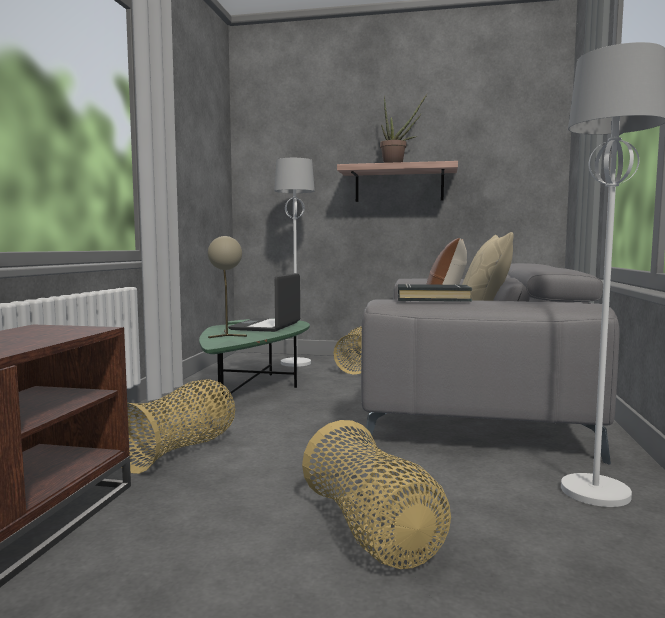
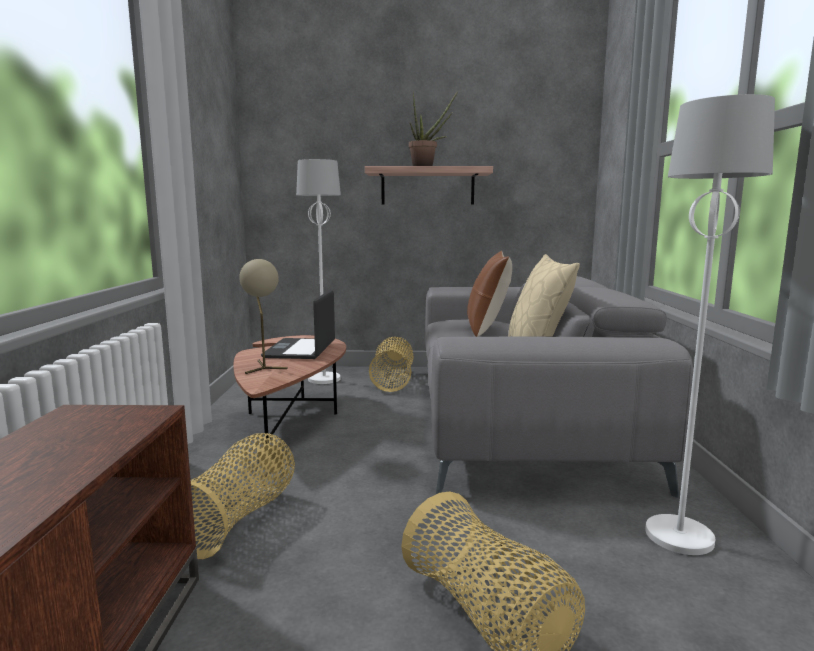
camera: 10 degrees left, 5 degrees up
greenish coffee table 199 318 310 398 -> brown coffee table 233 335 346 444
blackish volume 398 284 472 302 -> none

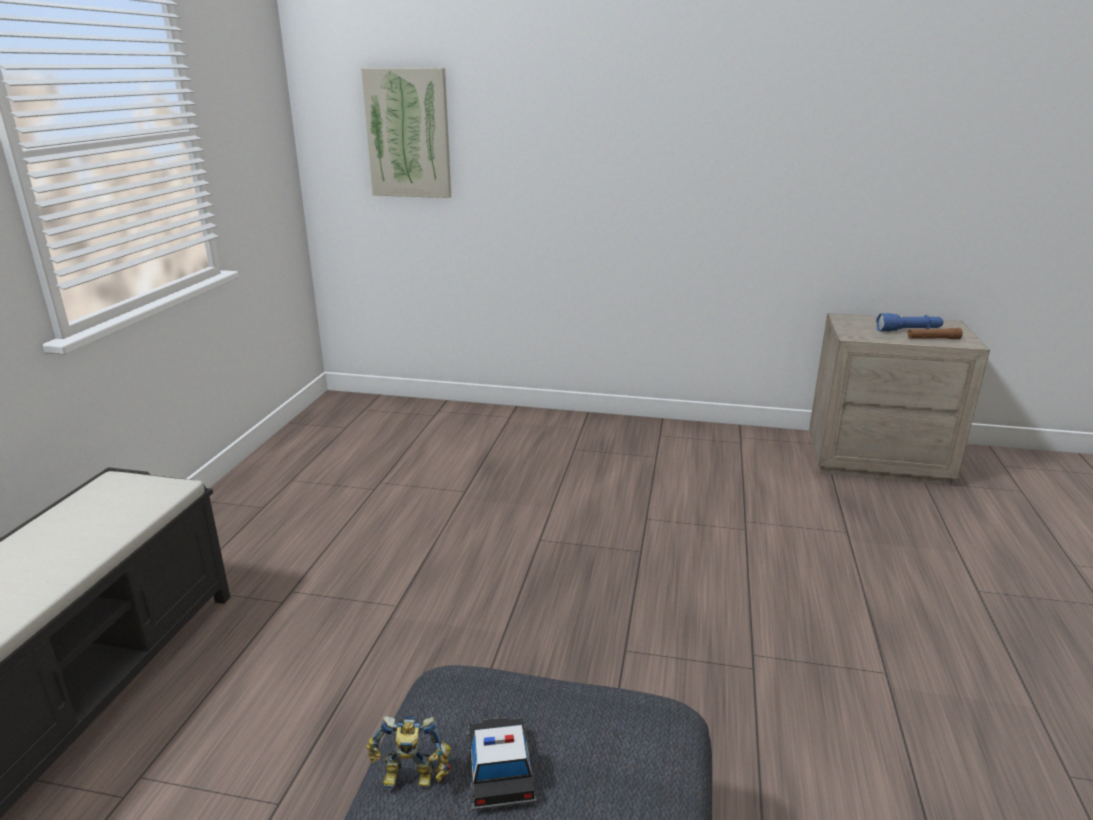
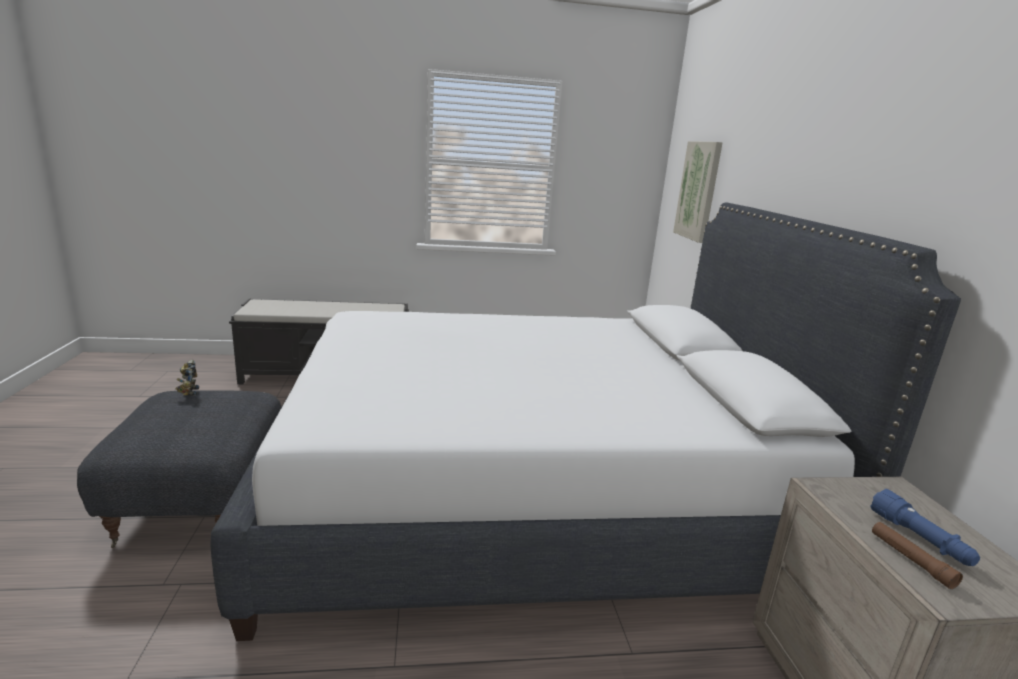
camera: 70 degrees right, 5 degrees down
none -> white-coloured bedroom bed 210 203 961 641
model car 468 717 537 810 -> none

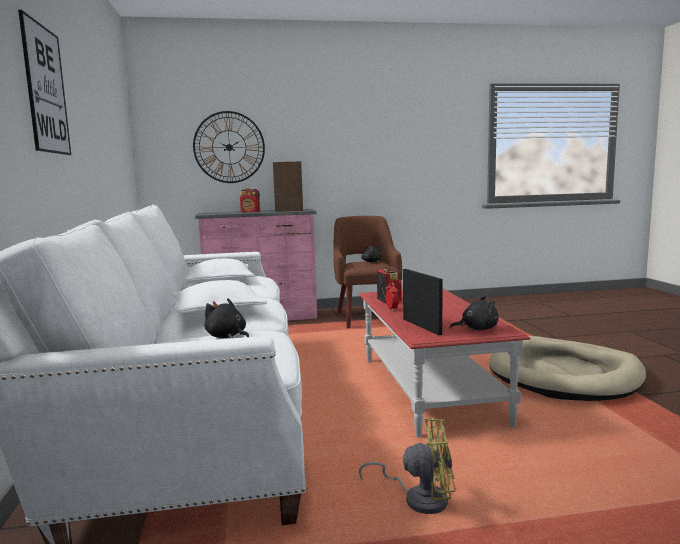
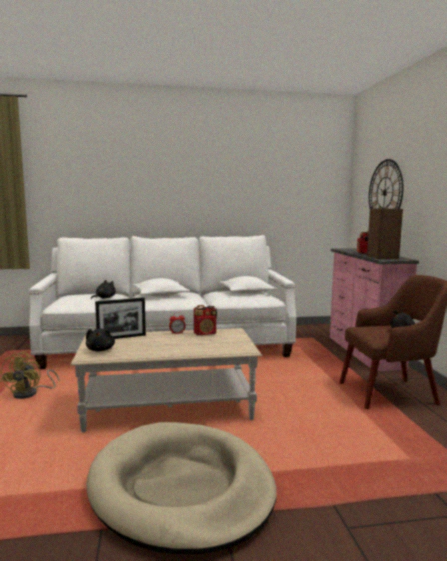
camera: 90 degrees right, 0 degrees up
reddish coffee table 359 289 530 437 -> beige-coloured coffee table 70 328 262 432
wall art 18 10 71 155 -> none

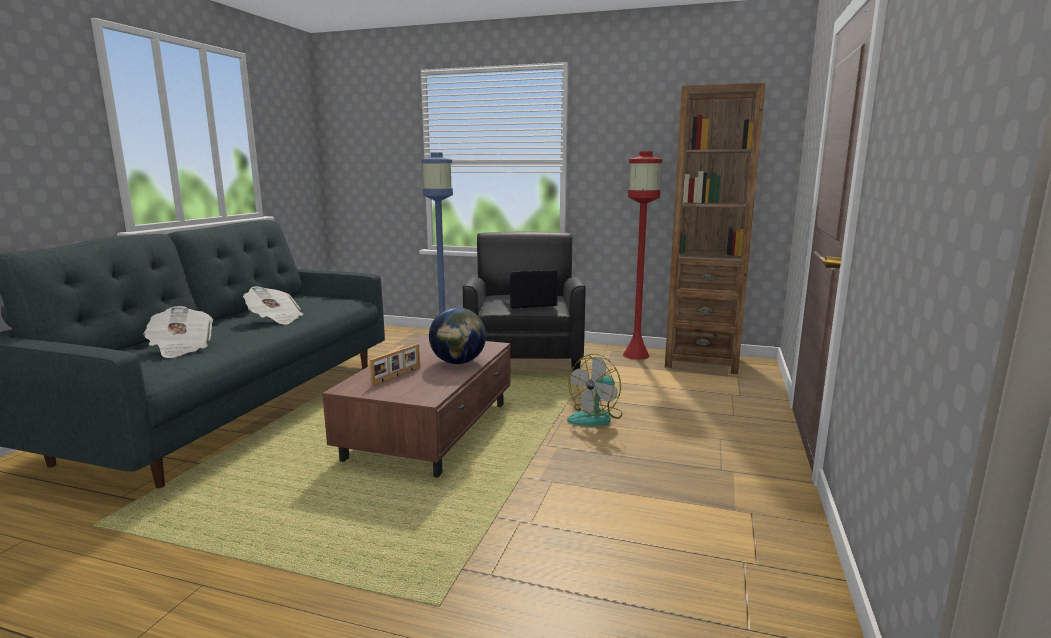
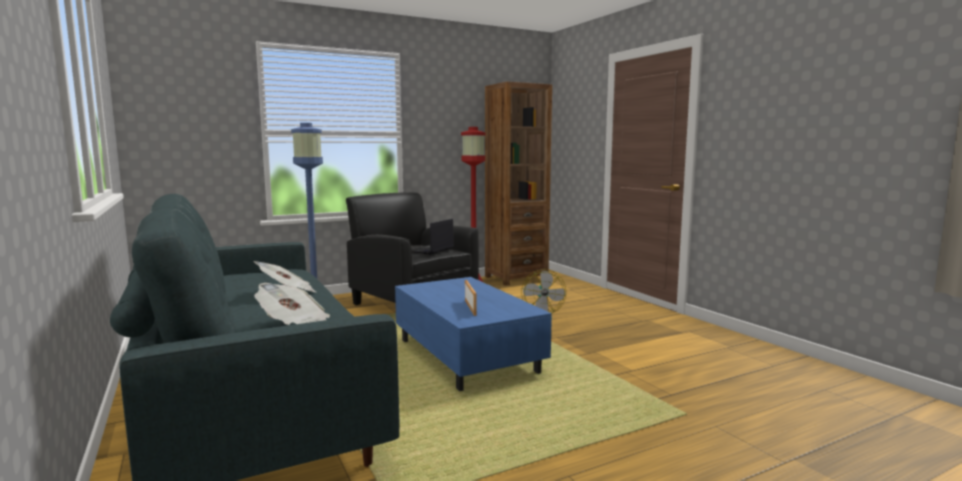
camera: 45 degrees left, 5 degrees down
brown coffee table 322 335 510 478 -> blue-coloured coffee table 395 277 552 391
globe 429 308 486 364 -> none

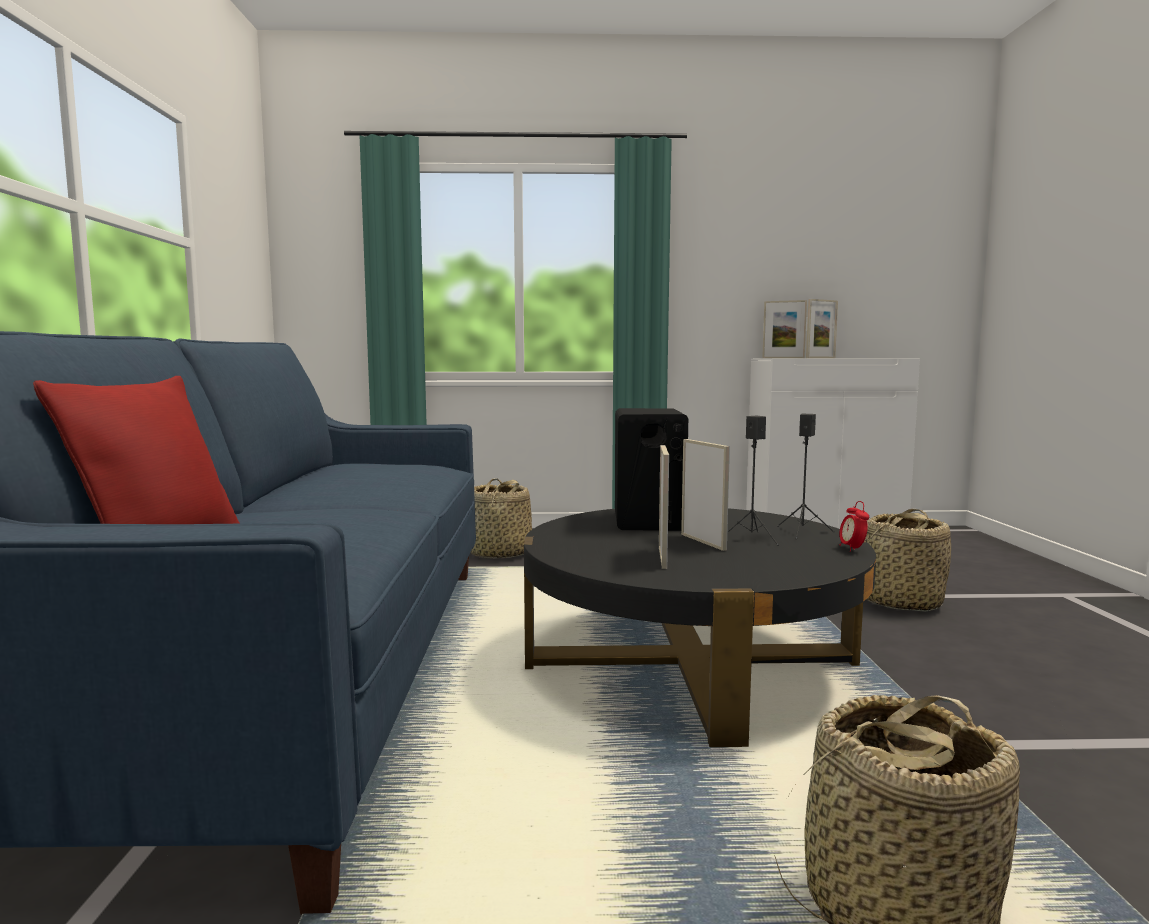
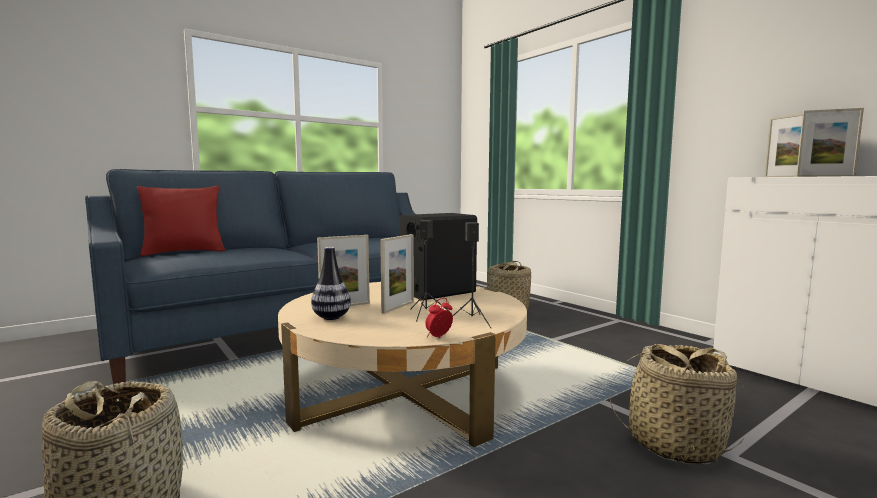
camera: 55 degrees right, 0 degrees up
blackish coffee table 524 508 876 747 -> beige-coloured coffee table 278 282 527 447
none -> flower vase 311 247 351 320

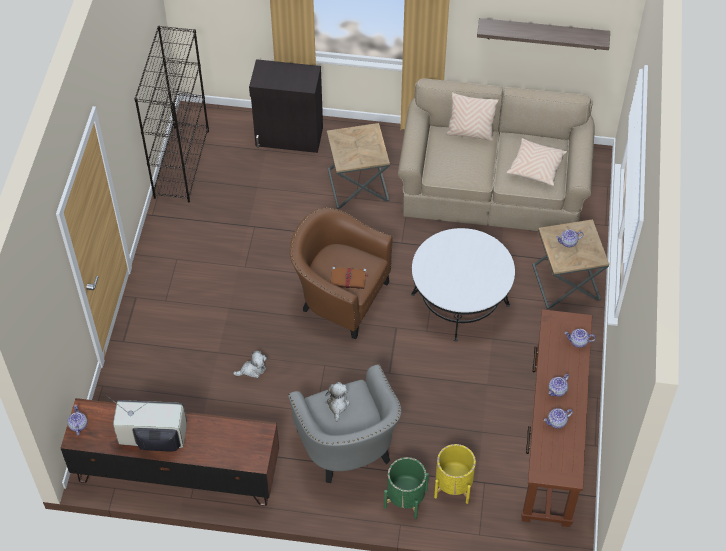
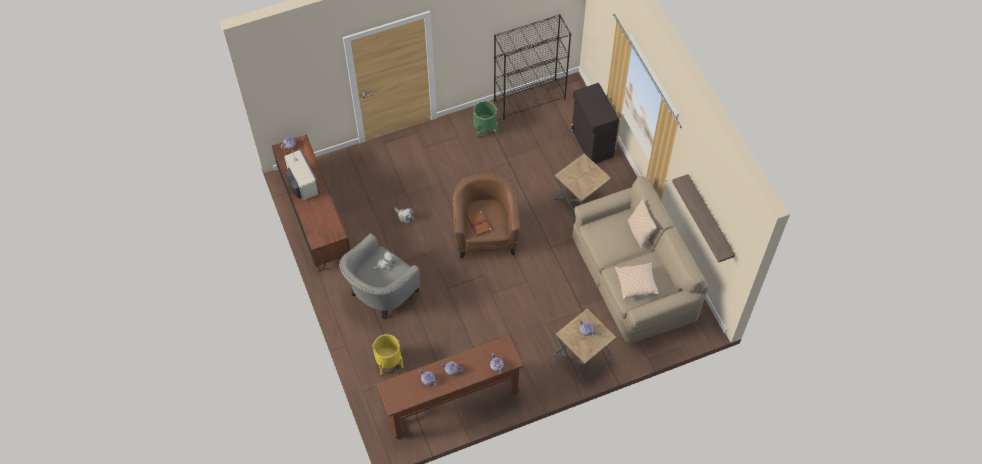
camera: 60 degrees right, 5 degrees up
greenish plant pot 384 457 429 519 -> greenish plant pot 473 101 498 139, relocated
white-coloured coffee table 411 228 515 341 -> none

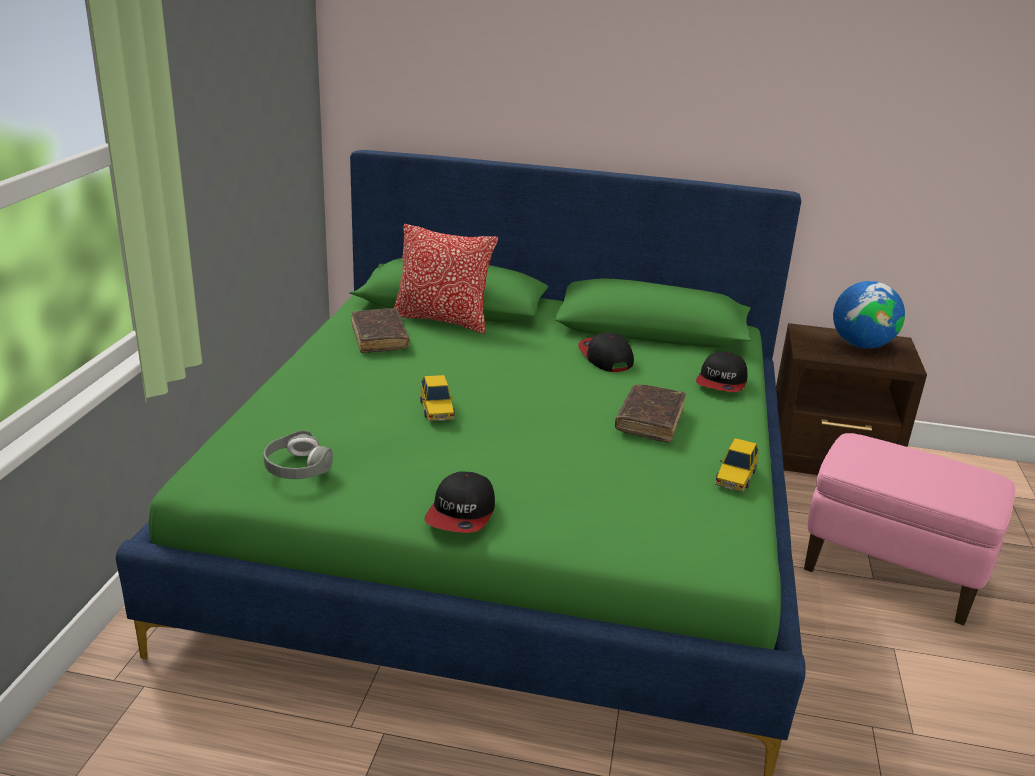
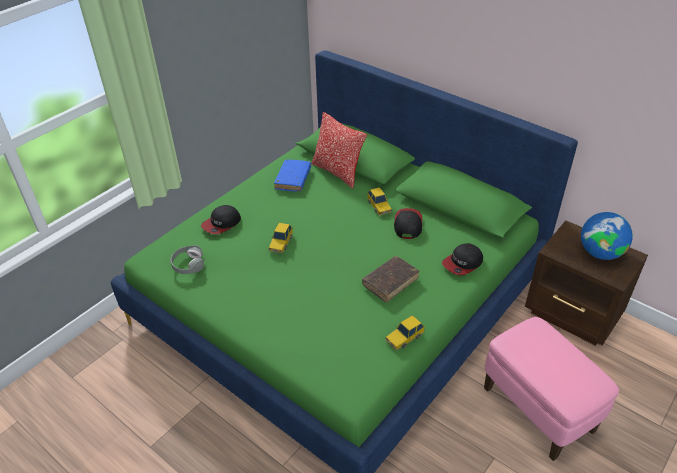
camera: 30 degrees right, 15 degrees up
baseball cap 425 471 495 533 -> baseball cap 201 205 241 234, relocated
brown volume 351 308 410 353 -> blue-coloured volume 274 159 311 192
none -> model car 367 187 392 216

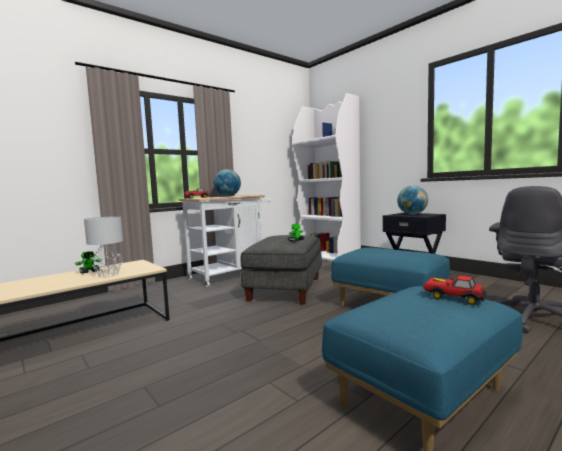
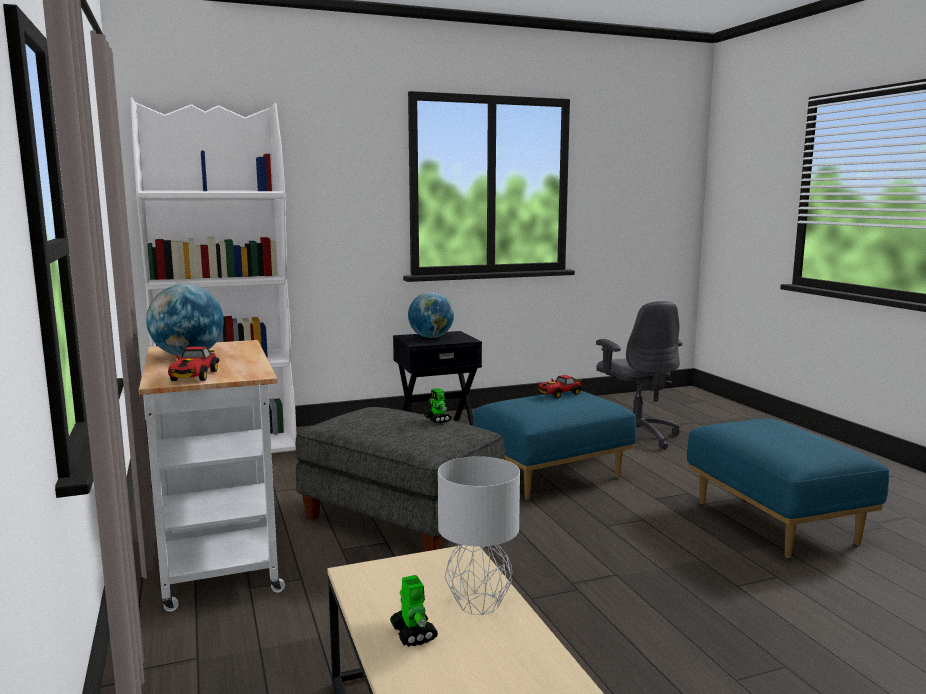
camera: 70 degrees left, 5 degrees up
model car 423 276 486 305 -> model car 538 375 582 398, relocated

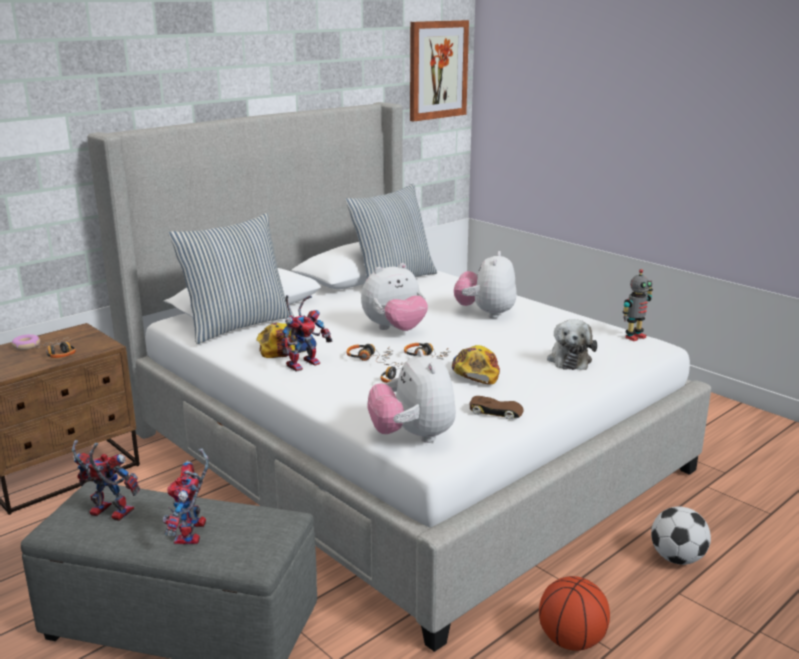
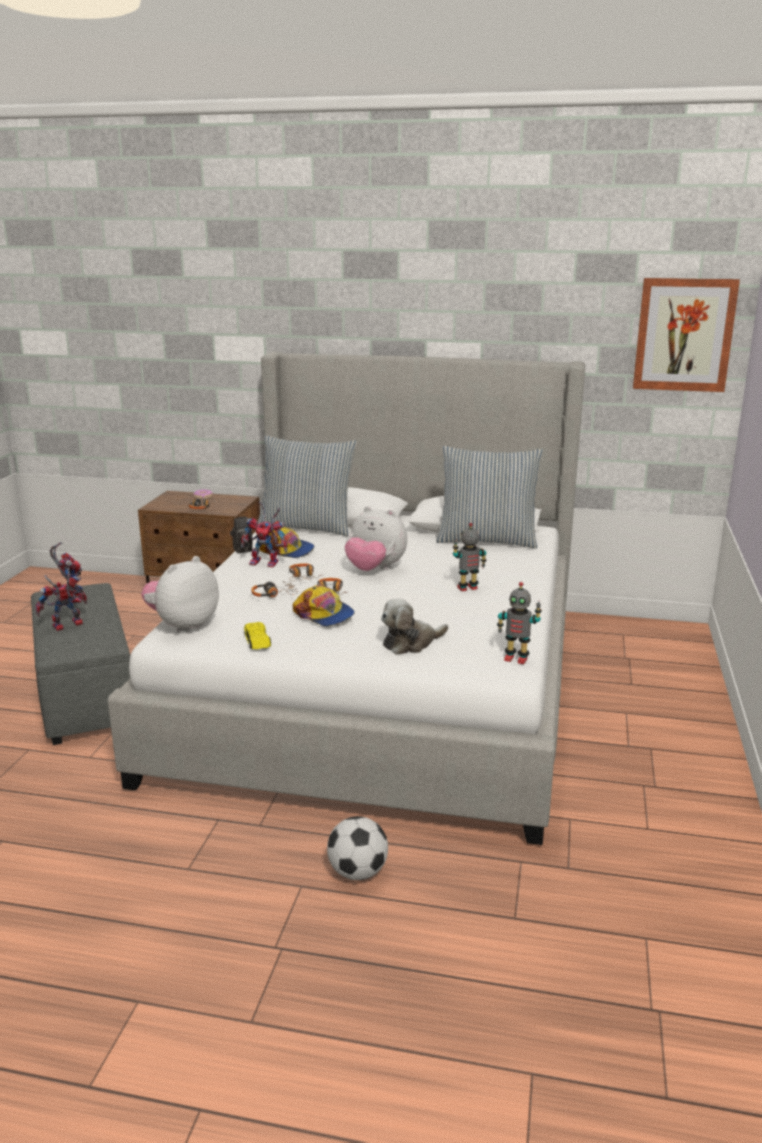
camera: 55 degrees right, 0 degrees up
none -> photo camera 230 517 253 553
brown model car 470 396 524 419 -> yellowish model car 244 622 271 649
baseball cap 452 345 500 384 -> baseball cap 293 585 355 626, 75 degrees clockwise
cuddly toy 454 251 517 318 -> model robot 453 523 487 591
basketball 539 576 610 651 -> none

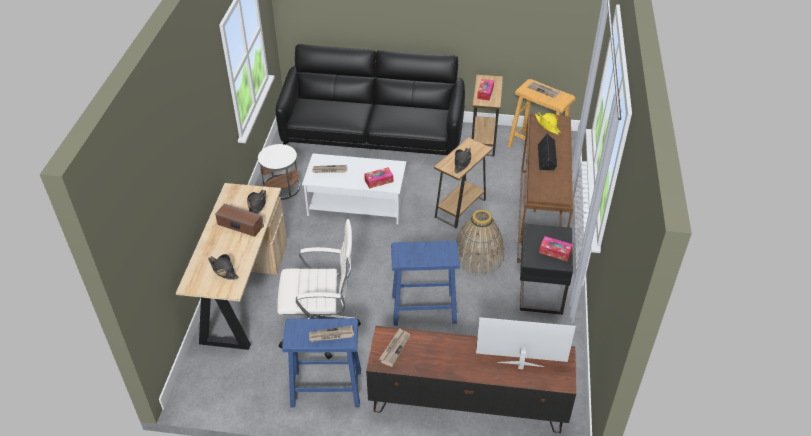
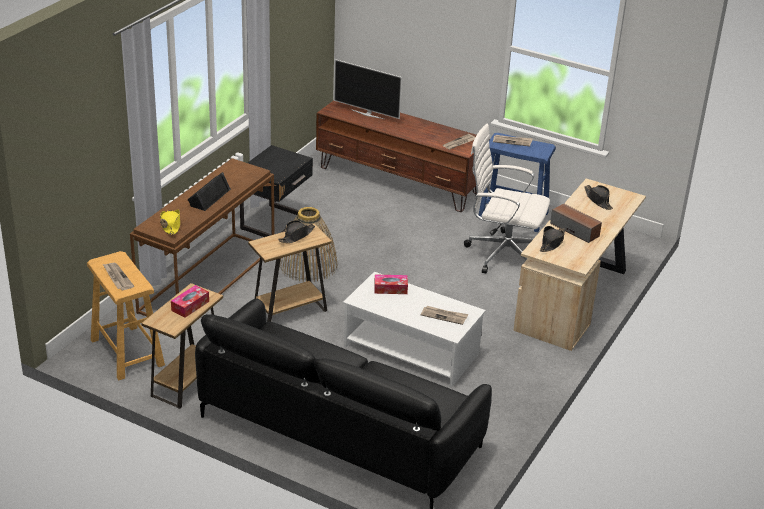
camera: 160 degrees left, 10 degrees down
white-coloured side table 258 144 300 200 -> none
blue-coloured sitting stool 391 240 460 326 -> none
box of tissues 539 236 573 261 -> none

